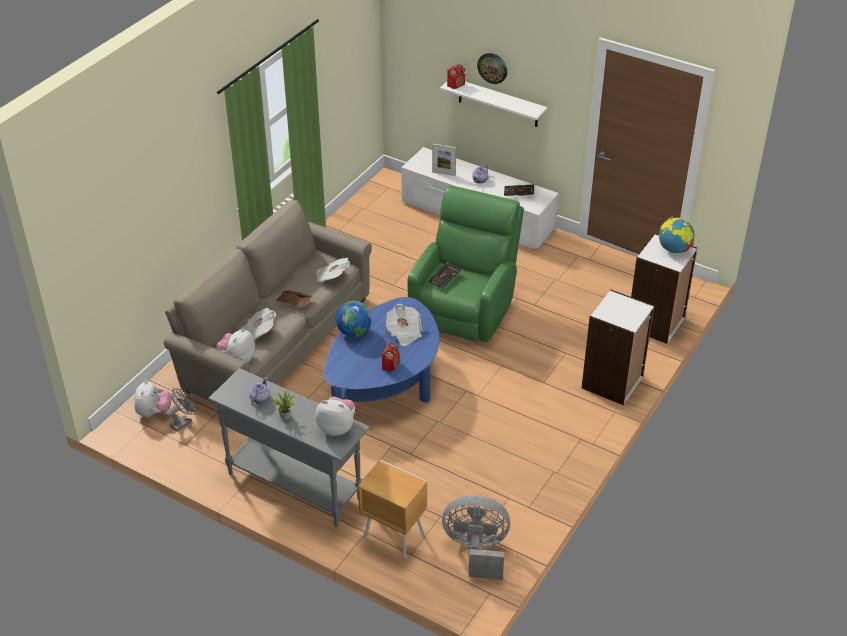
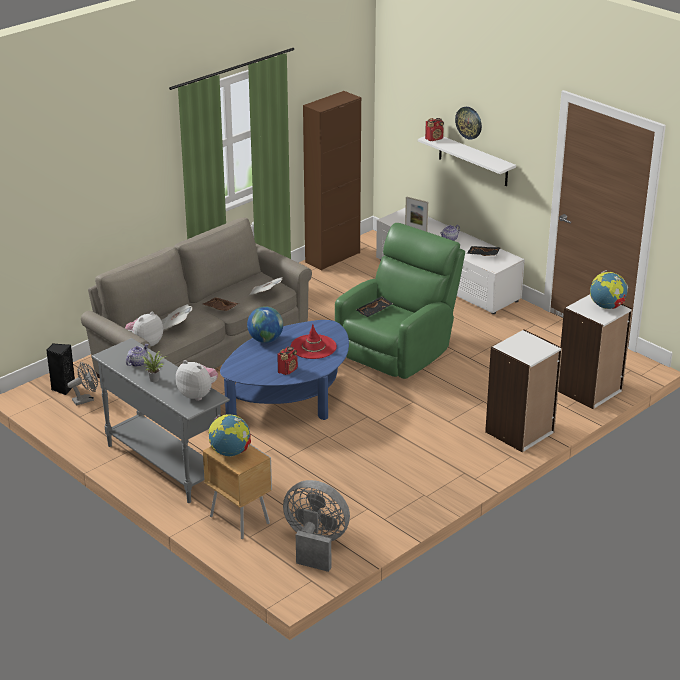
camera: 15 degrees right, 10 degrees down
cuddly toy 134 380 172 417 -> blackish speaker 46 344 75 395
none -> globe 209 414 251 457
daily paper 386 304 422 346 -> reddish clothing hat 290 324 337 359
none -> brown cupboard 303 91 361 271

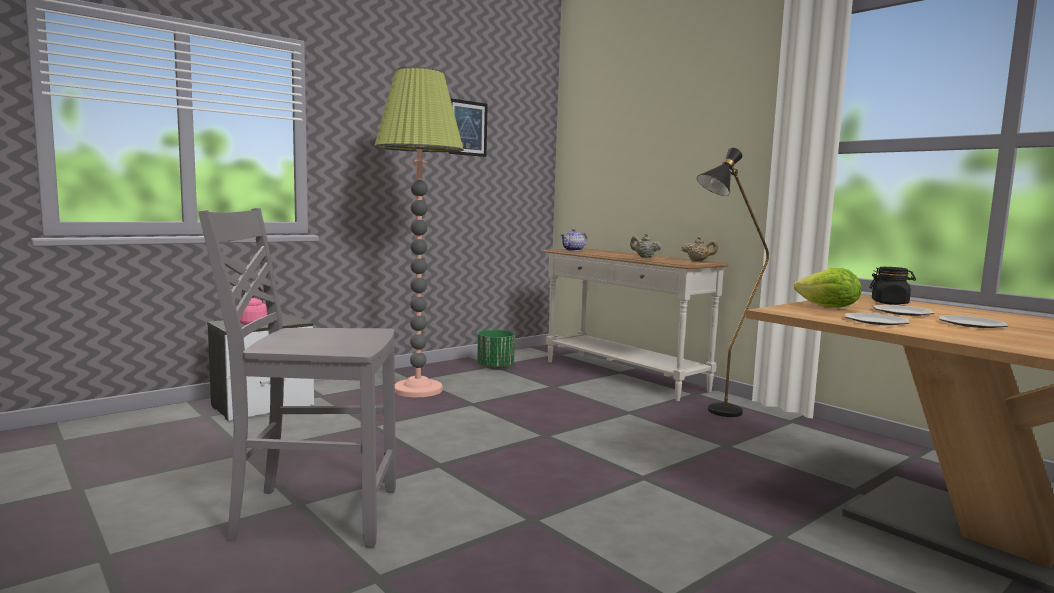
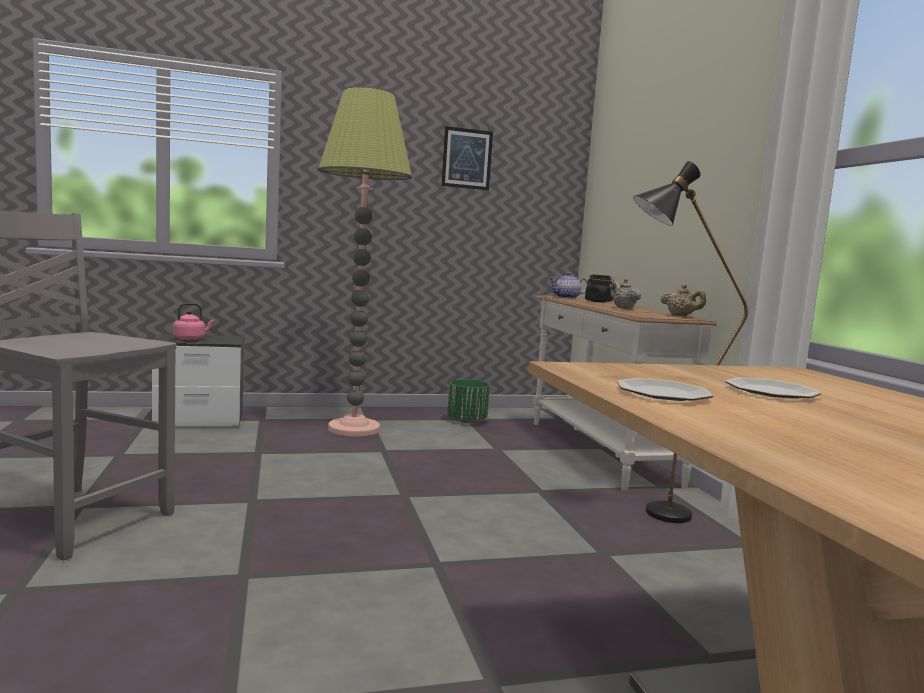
camera: 25 degrees right, 0 degrees up
blackish preserve jar 869 267 916 305 -> blackish preserve jar 585 275 614 302, relocated
lettuce 794 268 862 308 -> none
dinner plate 939 315 1008 328 -> none

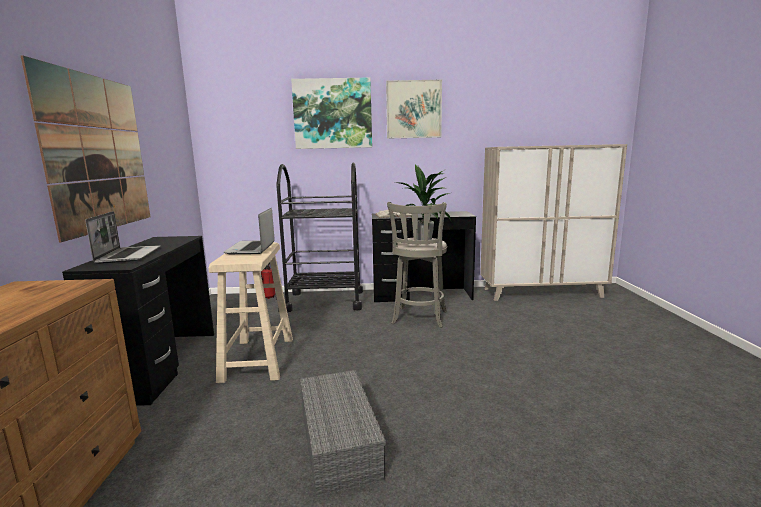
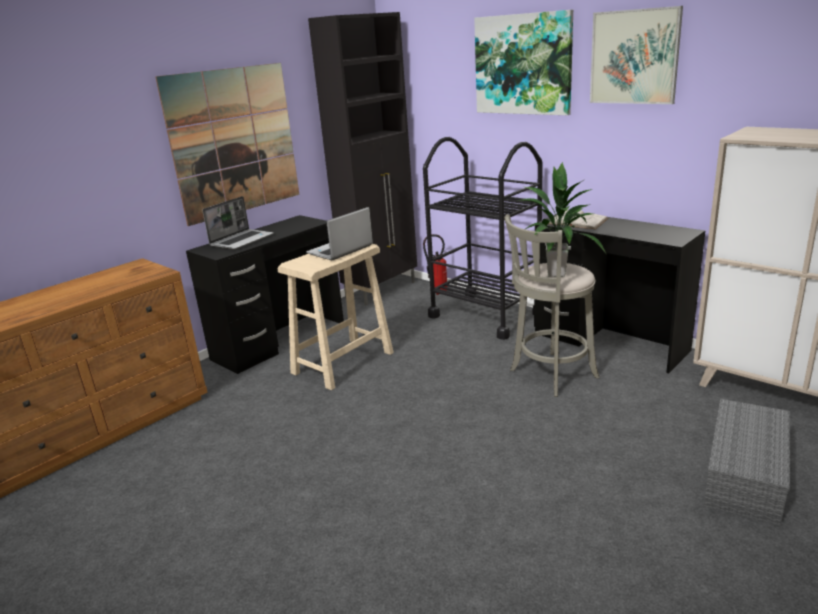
camera: 45 degrees right, 10 degrees up
none -> blackish cupboard 308 12 417 305
gray storage box 300 370 386 497 -> gray storage box 704 399 790 525, relocated

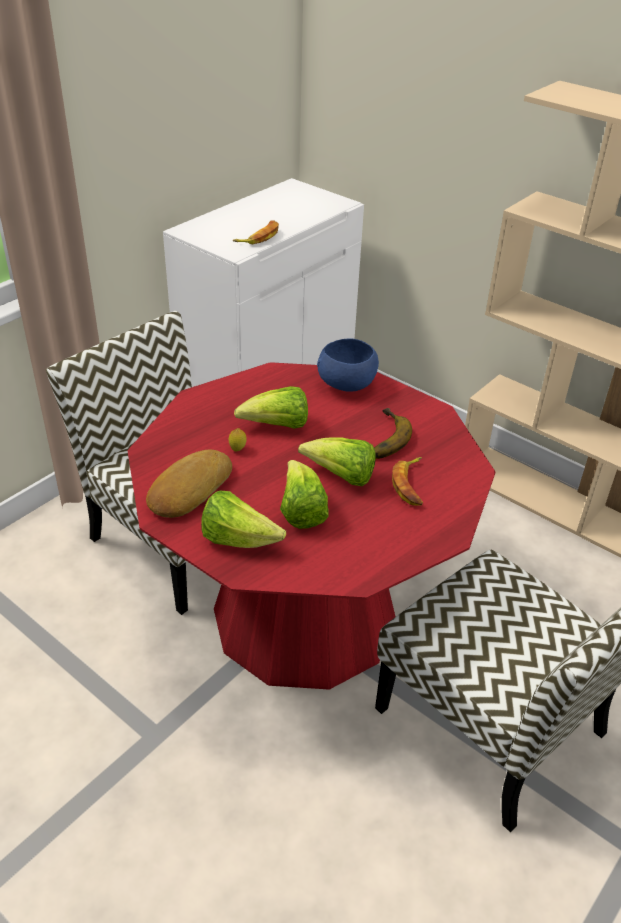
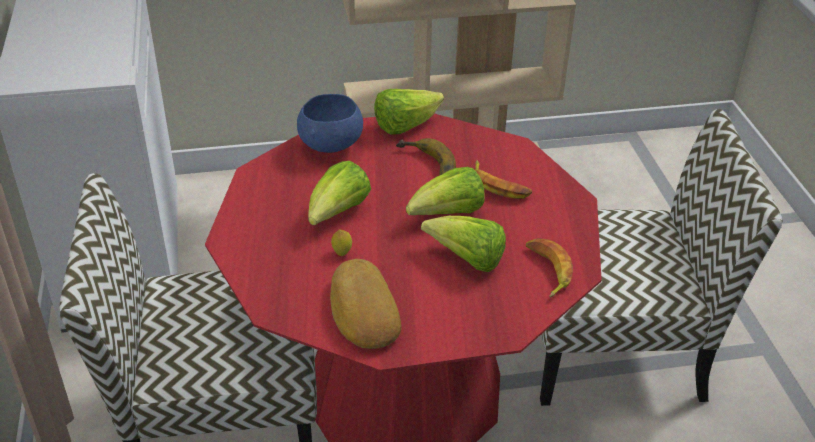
camera: 50 degrees left, 0 degrees up
lettuce 201 490 286 548 -> lettuce 374 89 444 135, relocated
banana fruit 233 220 279 244 -> banana fruit 526 238 573 298, relocated

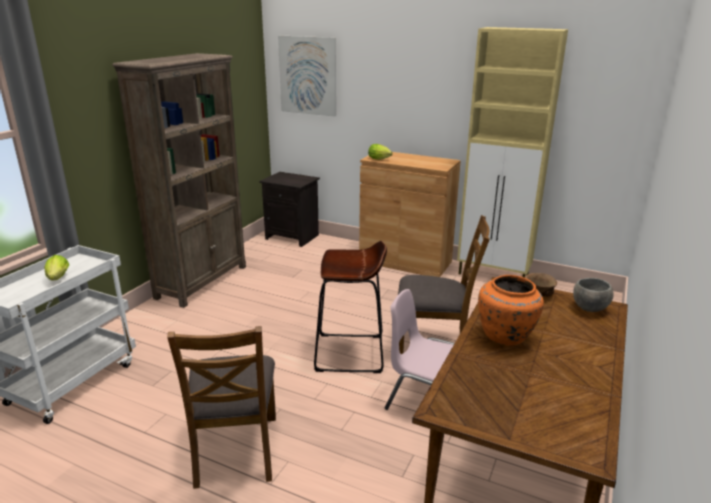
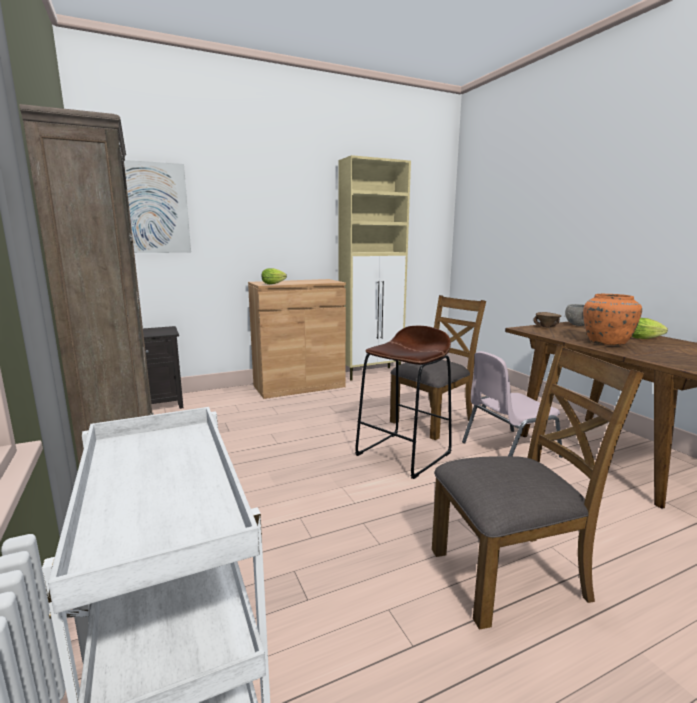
camera: 50 degrees left, 10 degrees down
brown plain chair 167 326 276 489 -> brown plain chair 432 344 644 629, 45 degrees counterclockwise
lettuce 44 255 70 281 -> lettuce 632 318 668 339, relocated

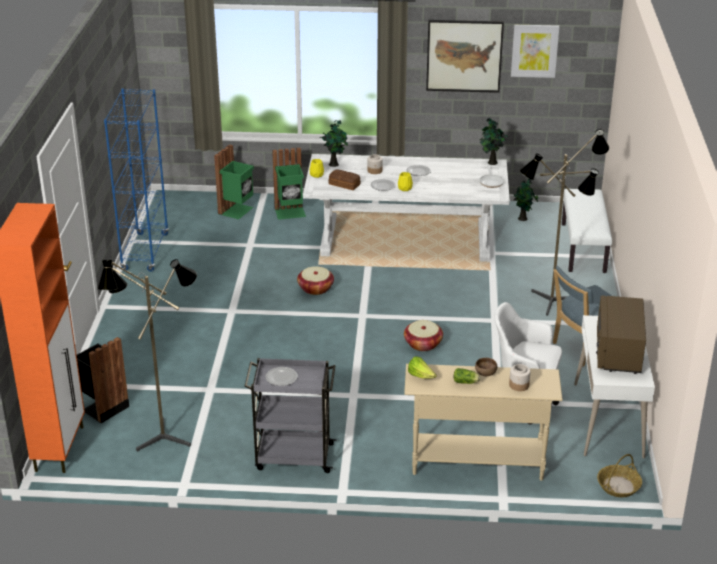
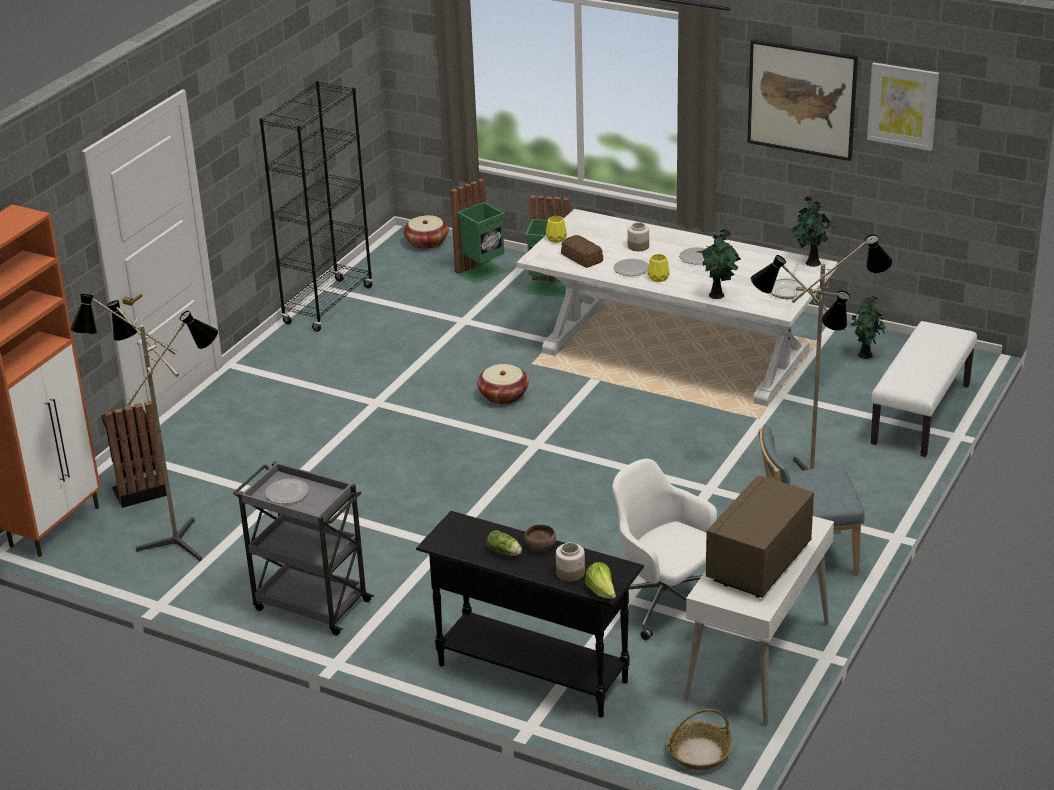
camera: 25 degrees right, 0 degrees up
blue-coloured bookcase 104 88 169 272 -> blackish bookcase 259 81 373 332
household basket 404 320 443 351 -> household basket 404 215 449 249, relocated
beige-coloured hall table 404 364 563 481 -> blackish hall table 416 511 644 717
lettuce 408 356 437 379 -> lettuce 585 562 616 599, relocated
potted plant 320 120 348 167 -> potted plant 698 229 741 299, relocated

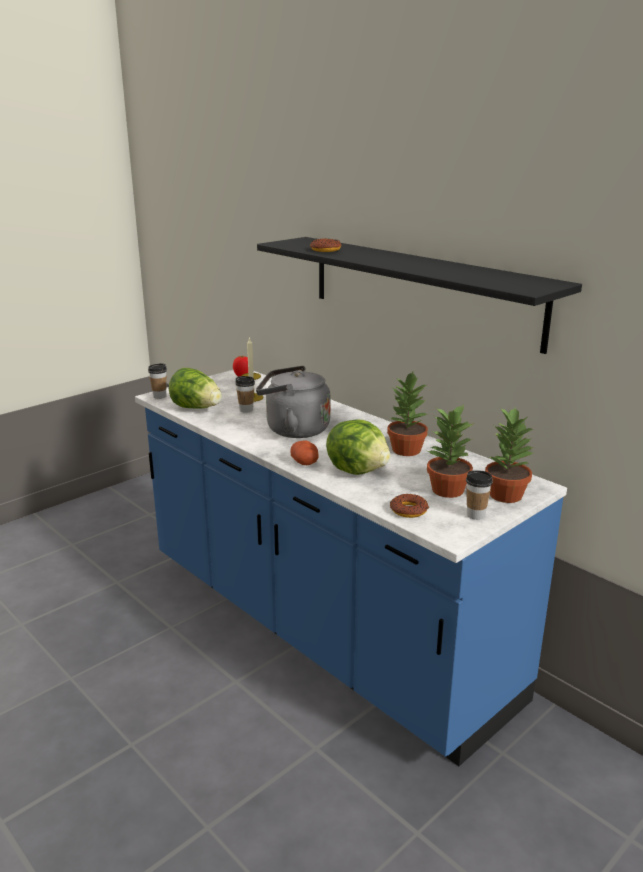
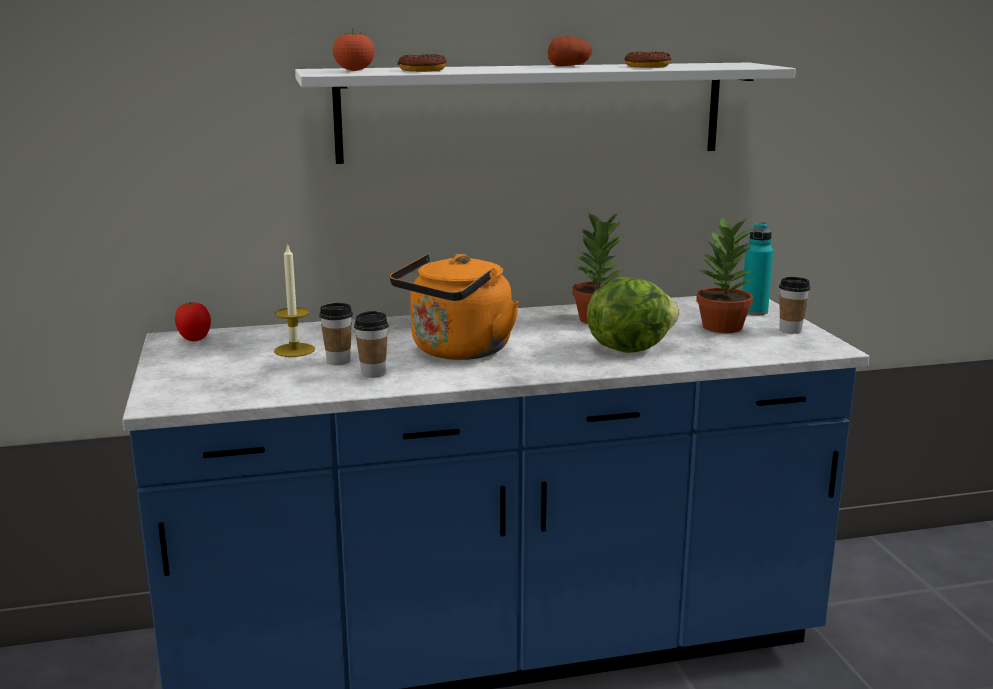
camera: 60 degrees left, 5 degrees down
blackish shelf 257 237 582 354 -> white-coloured shelf 295 63 796 164
none -> fresh tomato 333 29 375 71
drinking cup 148 363 167 399 -> drinking cup 354 311 389 378, relocated
gray kettle 256 366 331 438 -> orange-coloured kettle 390 254 519 360
whole potato 290 440 319 465 -> whole potato 548 36 592 66, relocated
donut 390 494 429 518 -> donut 625 52 671 68, relocated
potted plant 485 406 534 503 -> turquoise-coloured drink bottle 742 222 774 315
lettuce 169 368 222 409 -> none

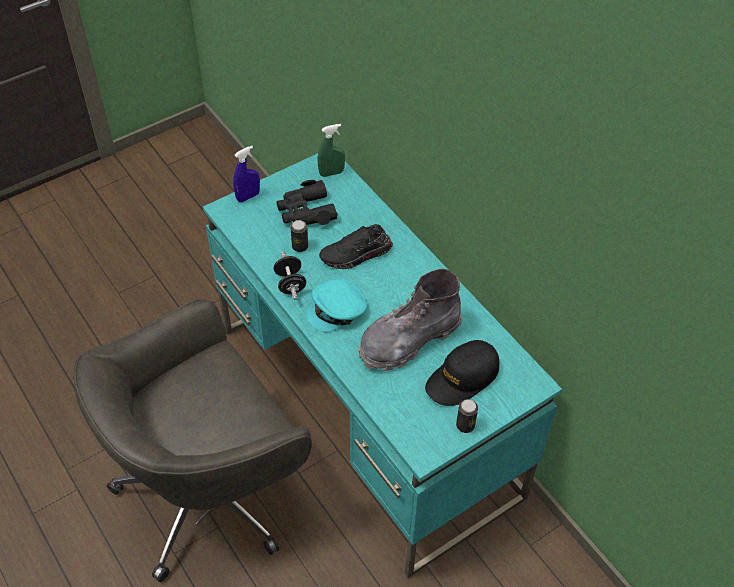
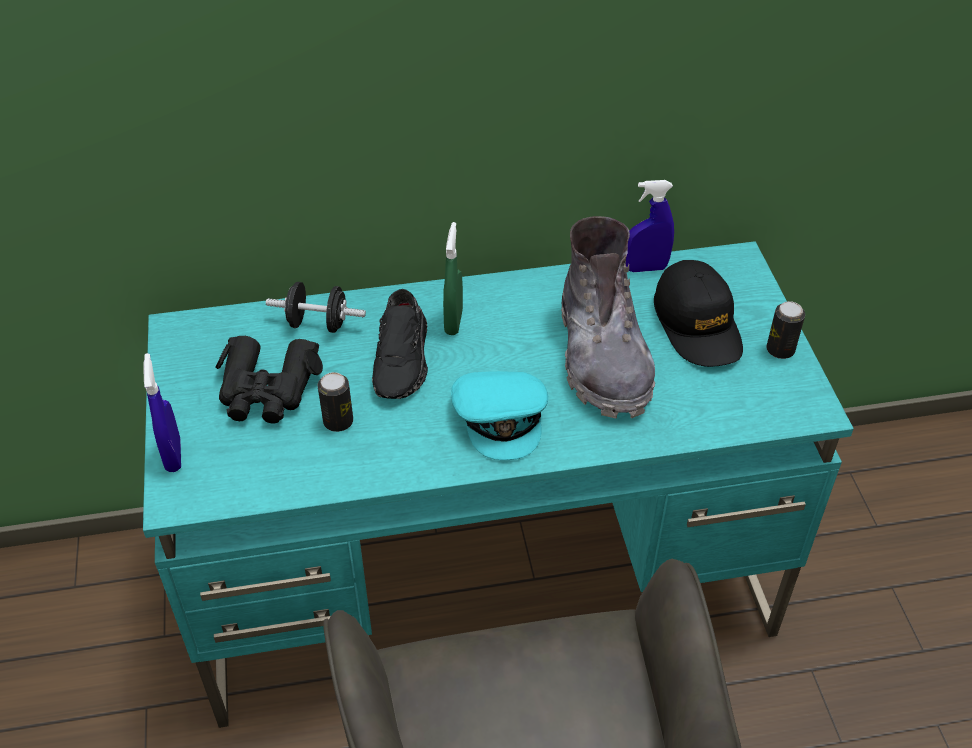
camera: 65 degrees left, 5 degrees down
blackish hand weight 274 251 306 300 -> blackish hand weight 266 282 366 333, relocated
greenish hand sprayer 317 124 345 177 -> greenish hand sprayer 443 222 463 335, relocated
none -> blue-coloured hand sprayer 626 180 674 272

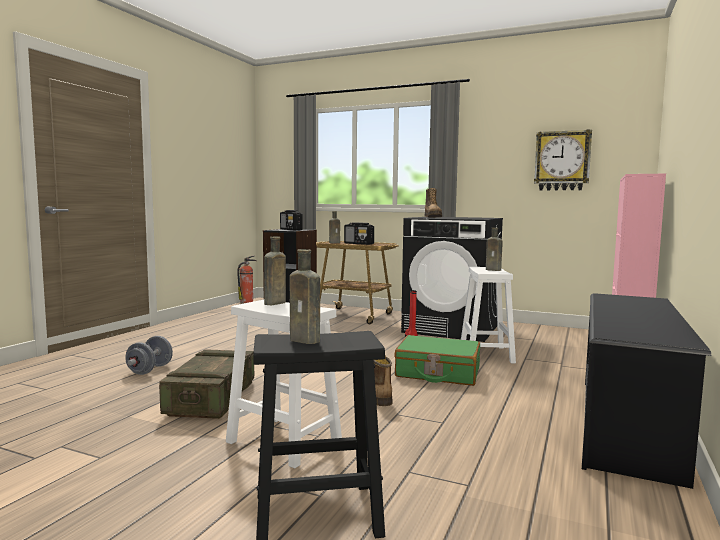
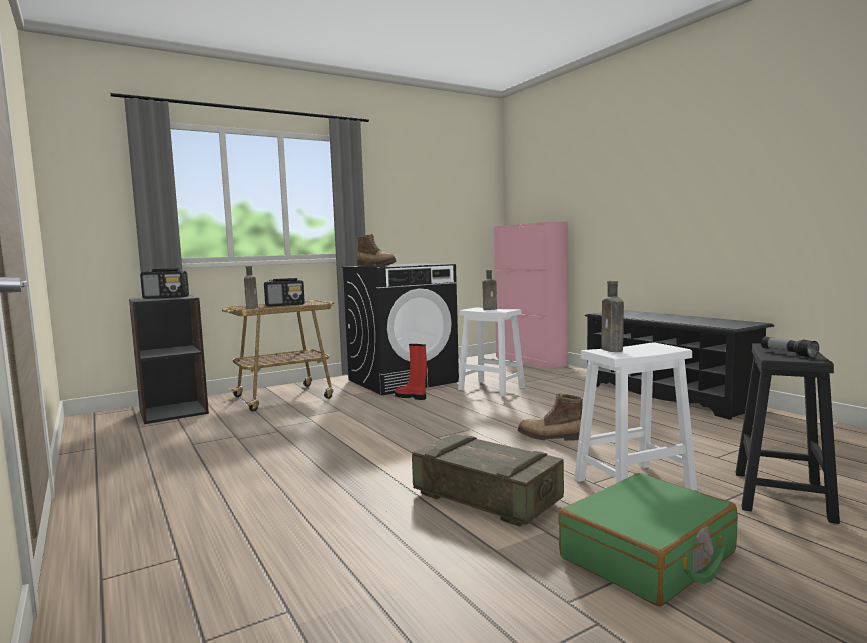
camera: 55 degrees left, 0 degrees up
greenish piece of luggage 394 335 480 386 -> greenish piece of luggage 558 473 738 606, relocated
brown drink bottle 290 249 320 344 -> torch 761 336 819 358
gray hand weight 126 336 173 375 -> none
fire extinguisher 237 256 256 303 -> none
wall clock 534 129 592 190 -> none

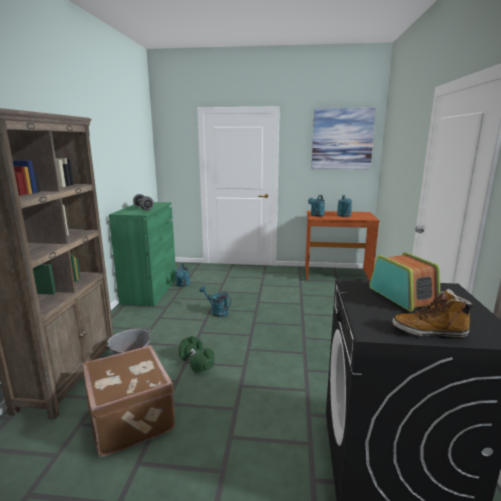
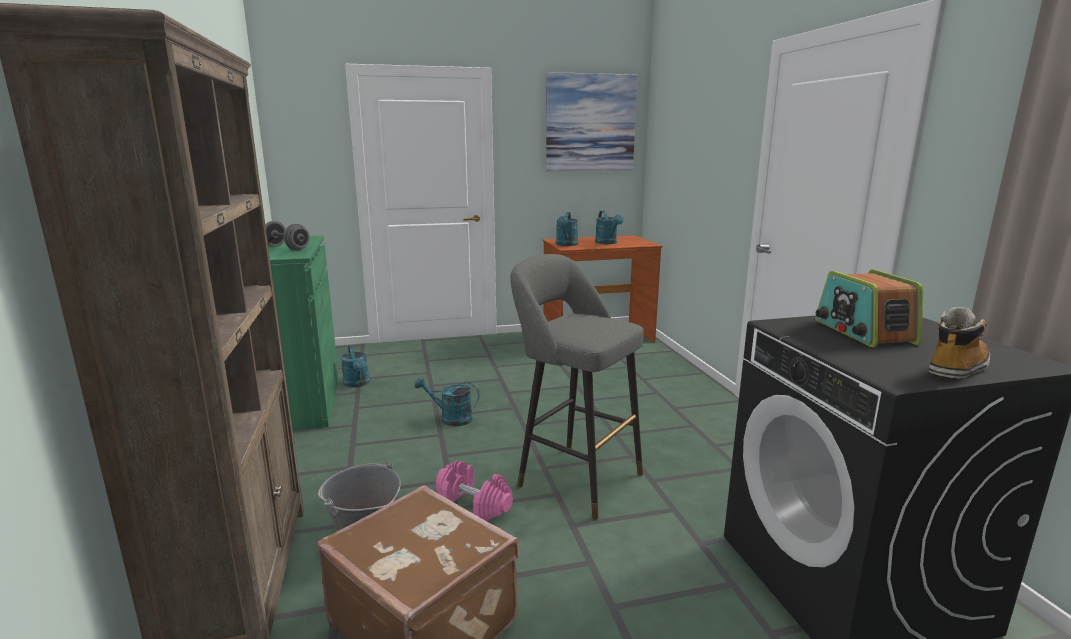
camera: 20 degrees left, 0 degrees up
greenish hand weight 179 336 214 373 -> pinkish hand weight 436 461 513 521
none -> gray sitting stool 510 254 644 520
radio receiver 369 252 440 312 -> radio receiver 815 269 923 347, 150 degrees counterclockwise
boot 392 289 474 338 -> boot 929 307 990 380, 150 degrees clockwise

